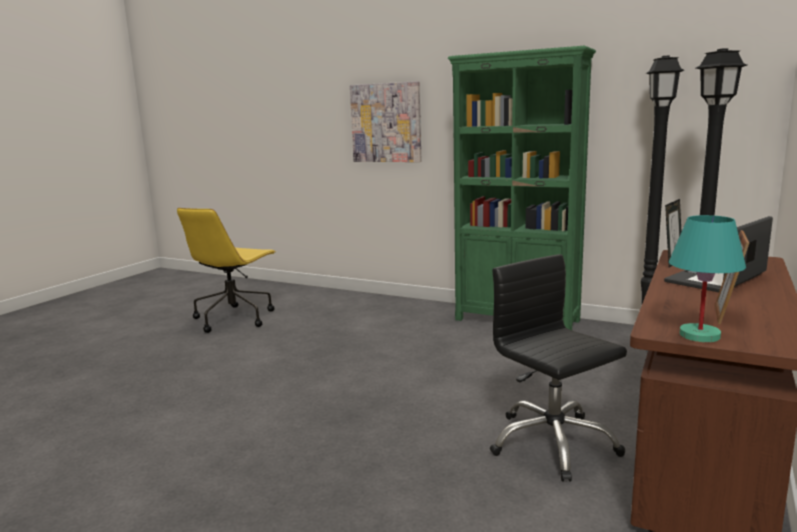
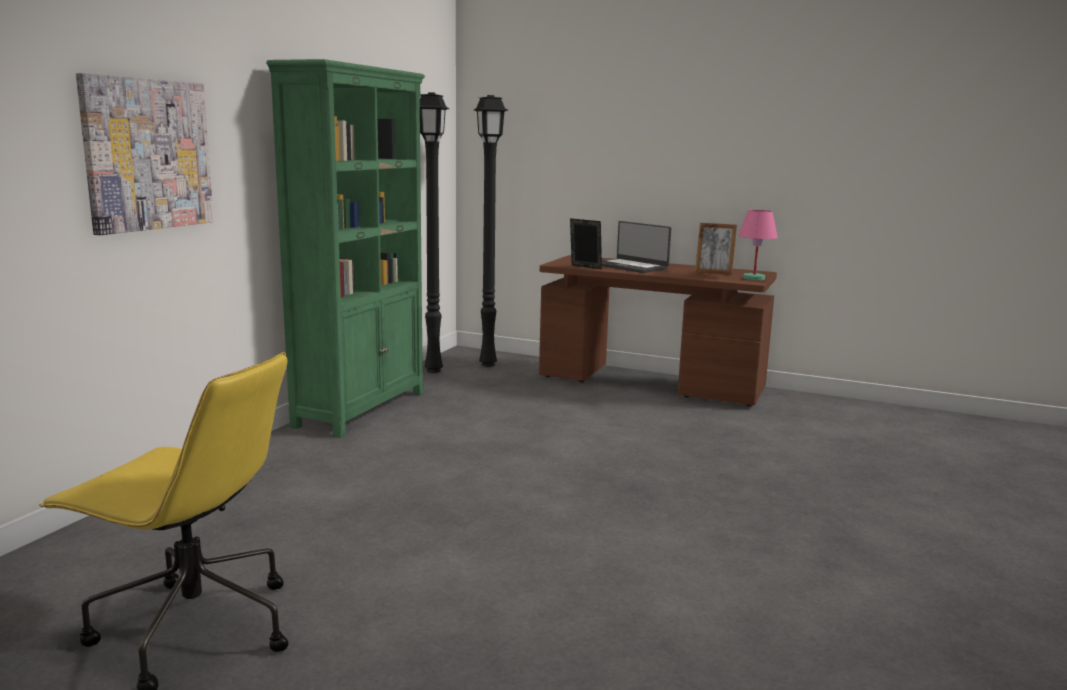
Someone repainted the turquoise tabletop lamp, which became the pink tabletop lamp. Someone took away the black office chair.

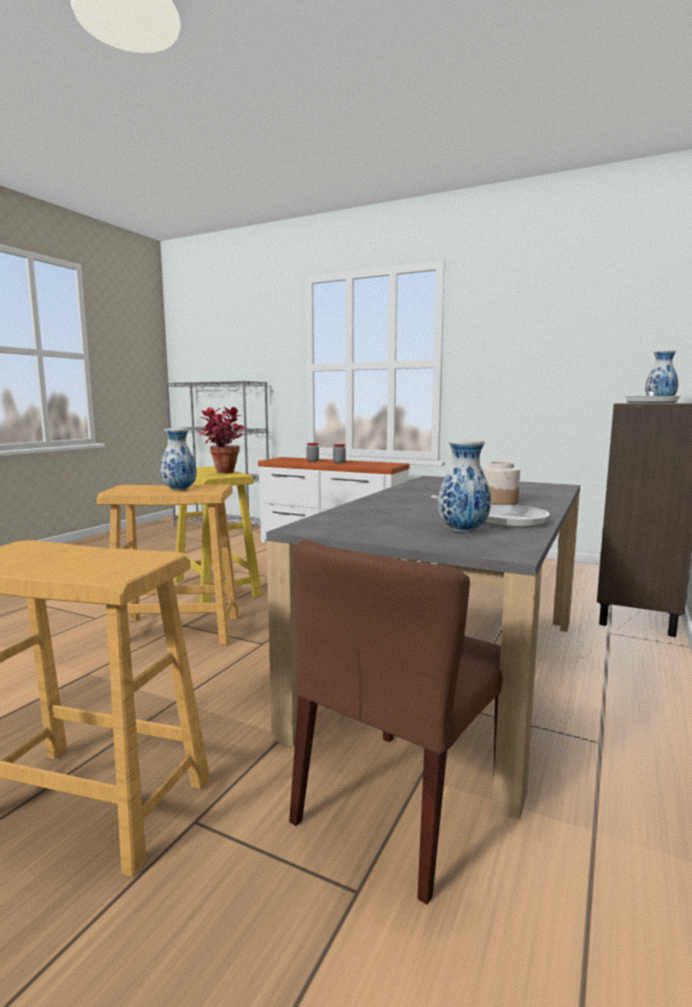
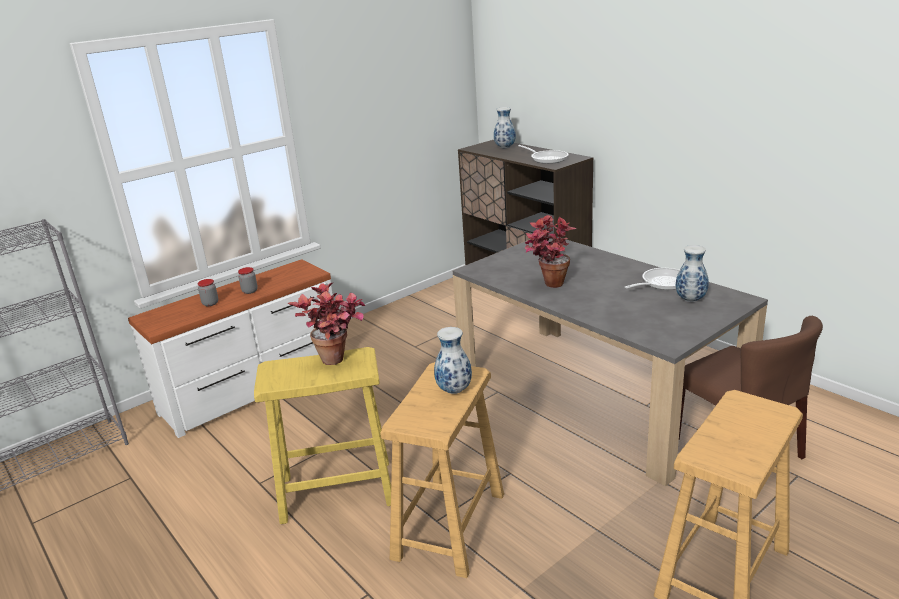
Someone put down the potted plant (no. 2 from left). Someone took away the preserve jar (no. 3 from left).

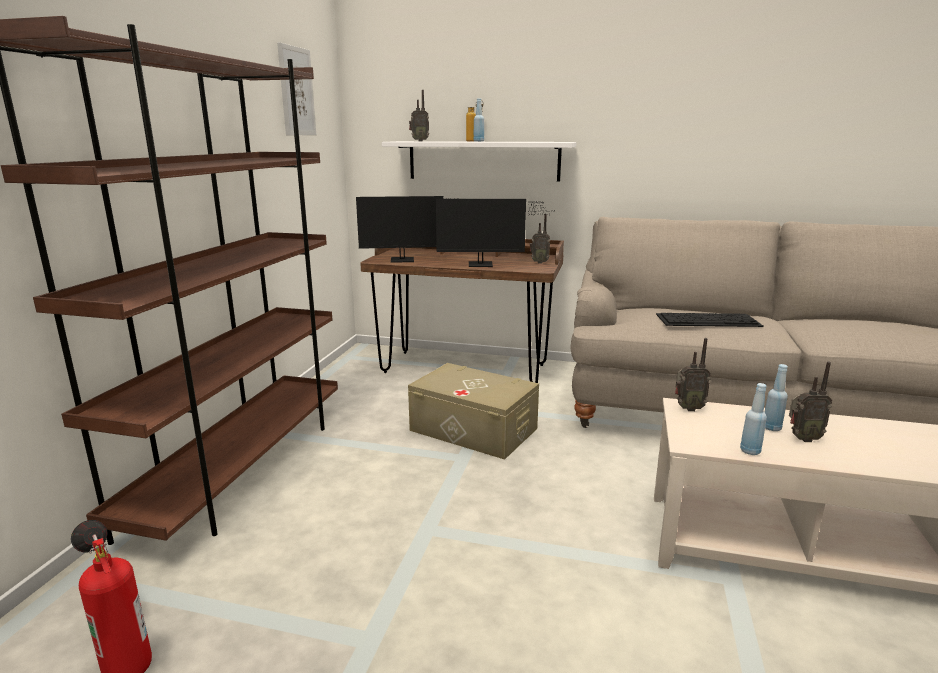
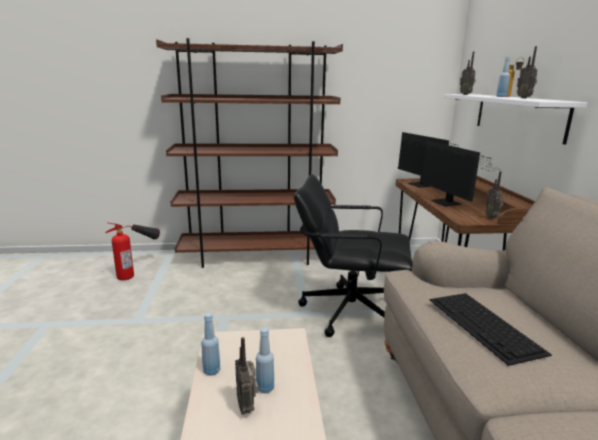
Someone swapped the sand-coloured storage box for the black office chair. Someone carried the radio set (no. 3 from left in the first image). Someone took away the wall picture.

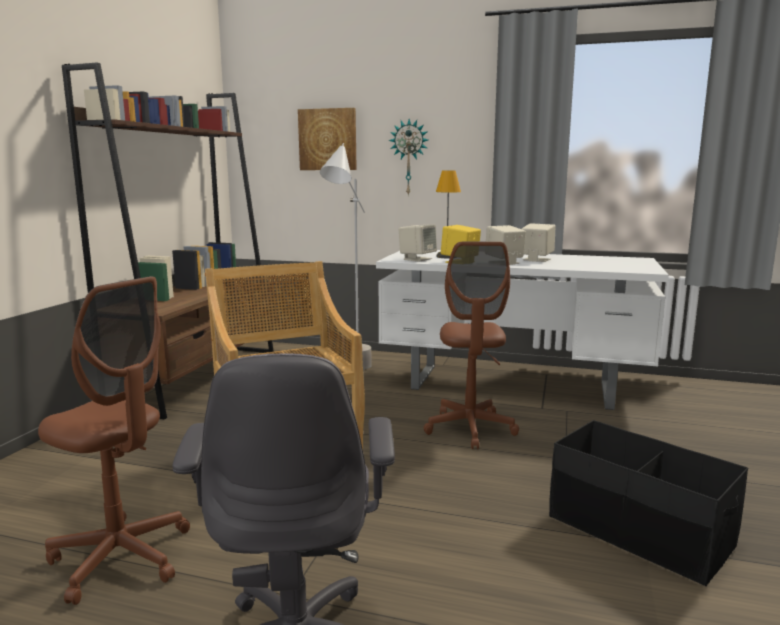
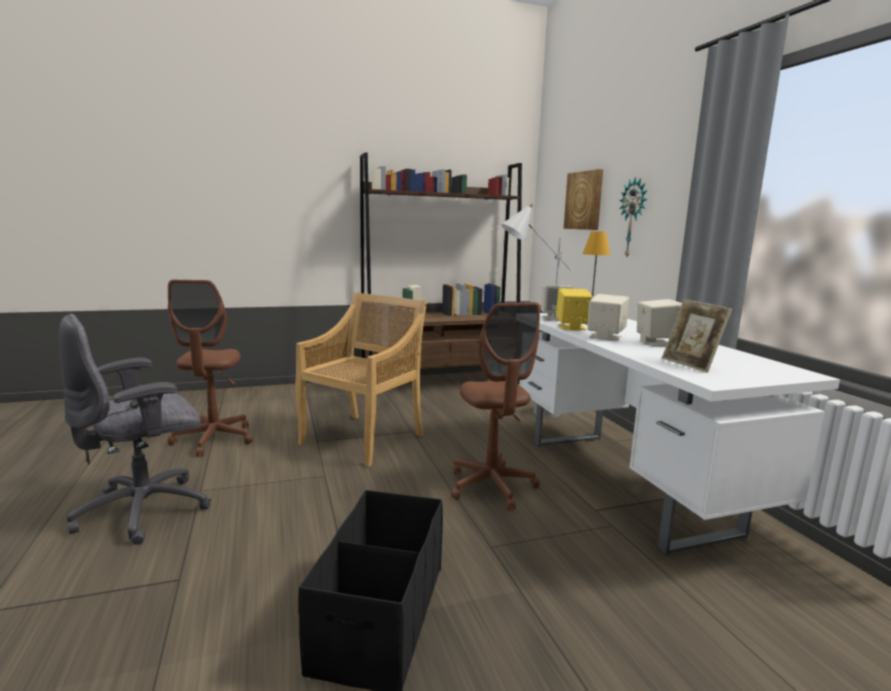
Someone rotated the brown-coloured office chair (no. 2 from left) by 75 degrees counterclockwise. Someone put down the photo frame.

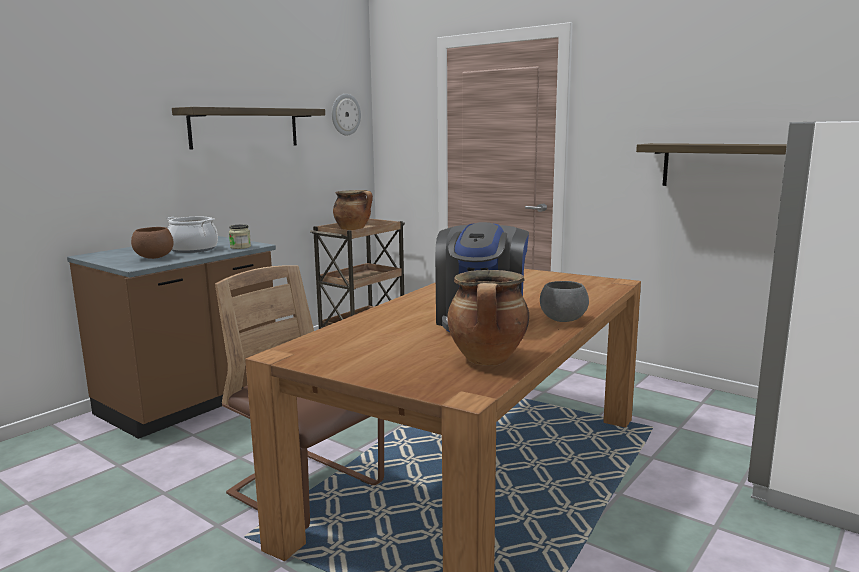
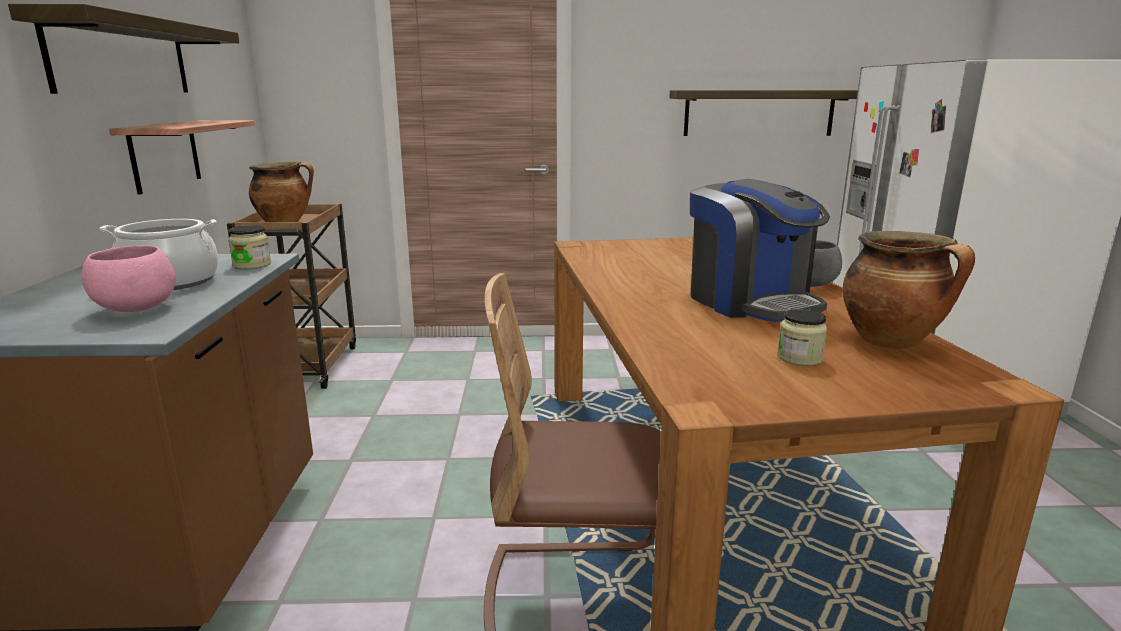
Someone repainted the brown-coloured bowl, which became the pink bowl. Someone put up the bracket shelf (no. 2 from left). Someone put down the preserve jar (no. 2 from left). Someone took away the wall clock.

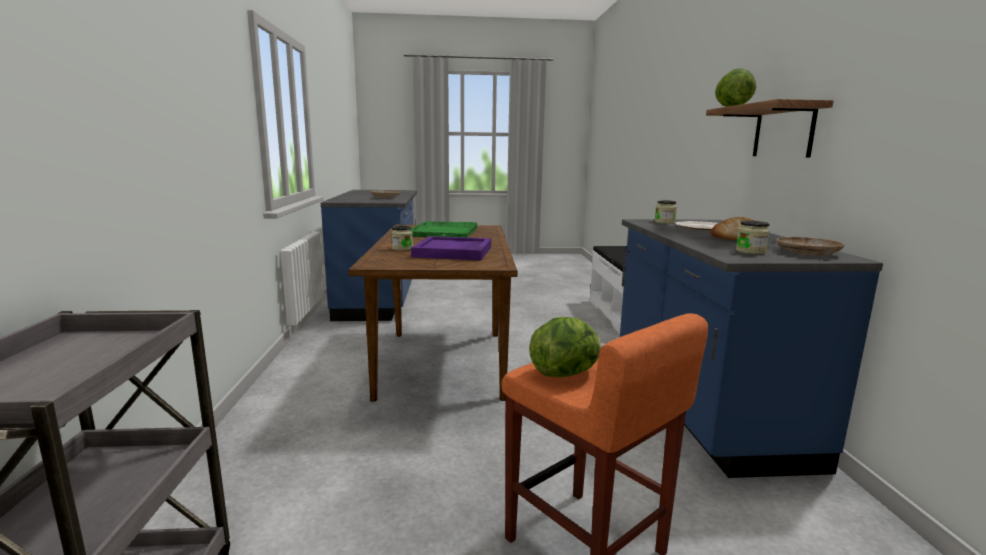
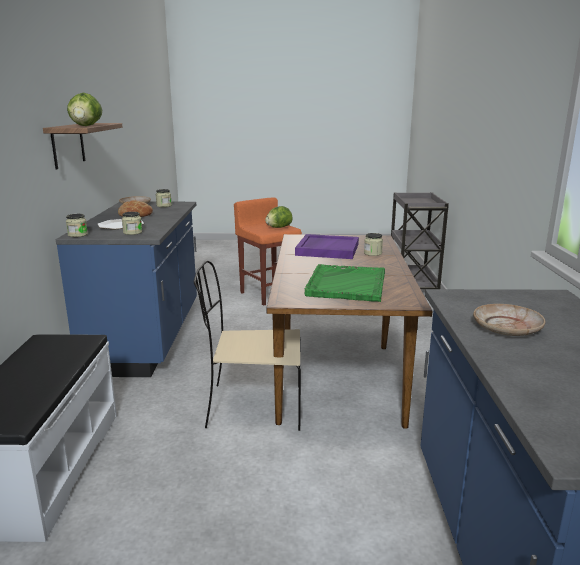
Someone put down the preserve jar (no. 1 from left). Someone put down the sand-coloured upright chair.

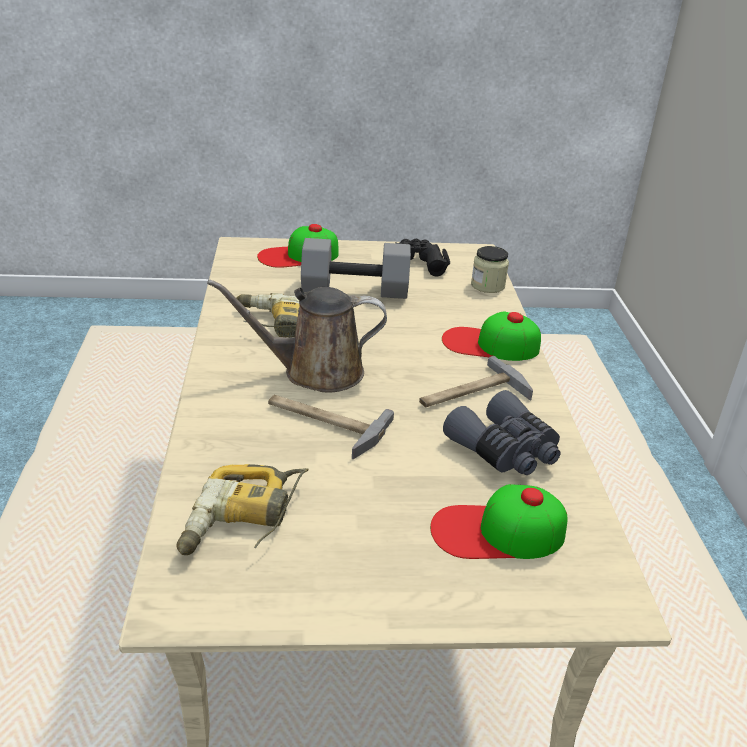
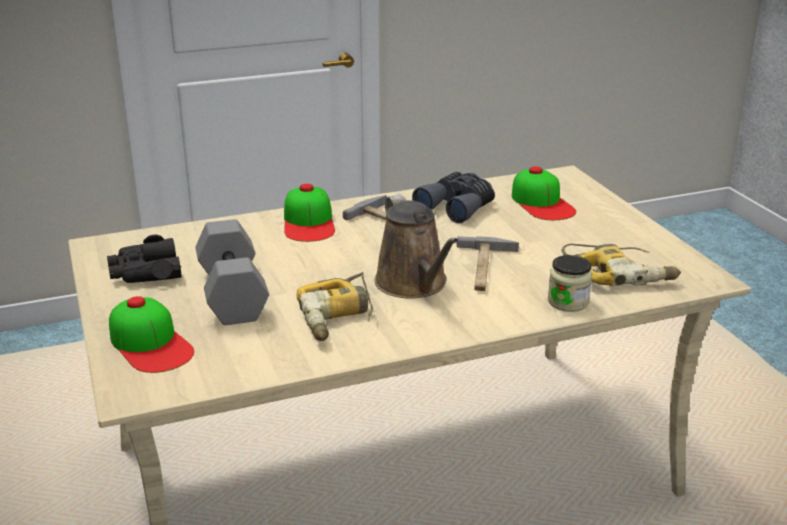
Someone carried the preserve jar.

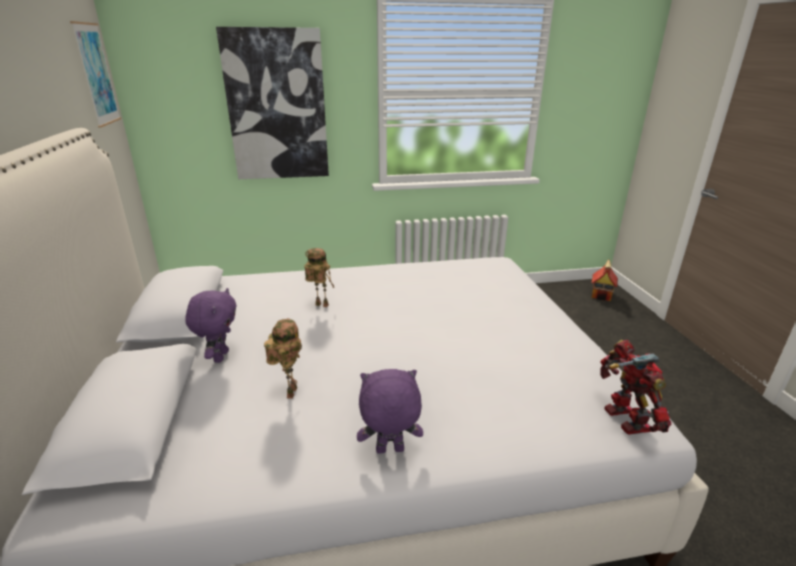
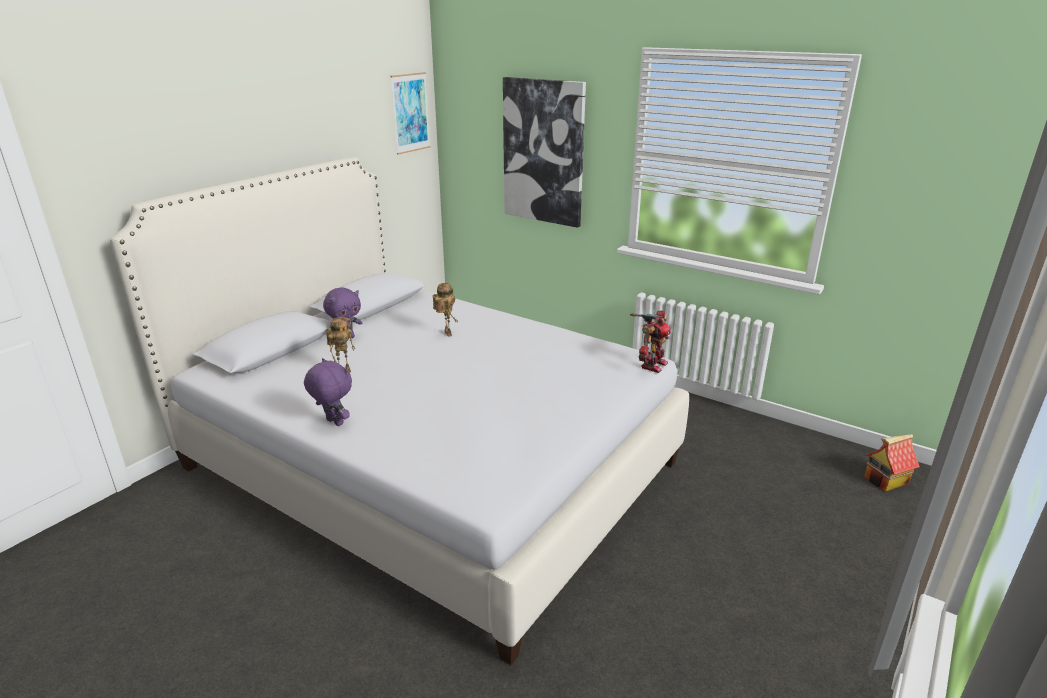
Someone carried the robot figure (no. 3 from left).

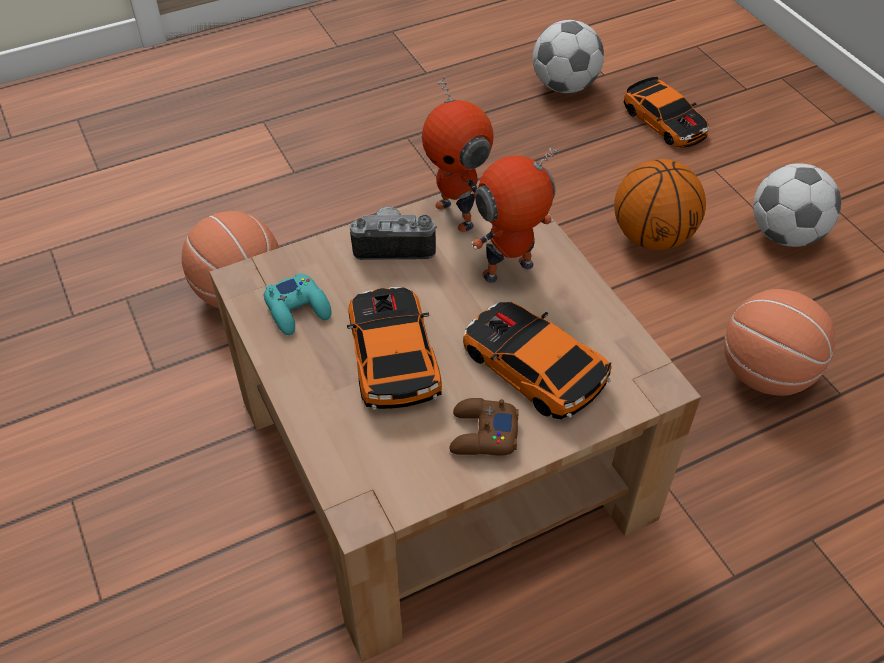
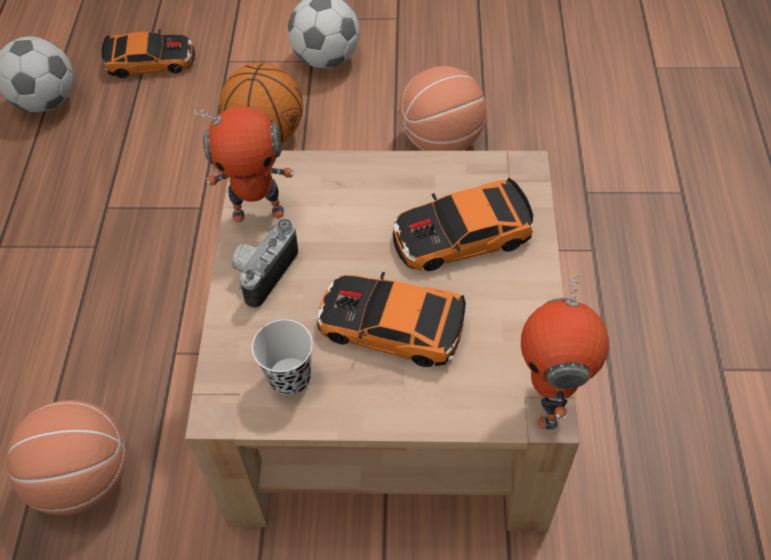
Someone swapped the turquoise gamepad for the black drinking cup. Someone carried the robot figure (no. 2 from left). Someone took away the brown-coloured gamepad.

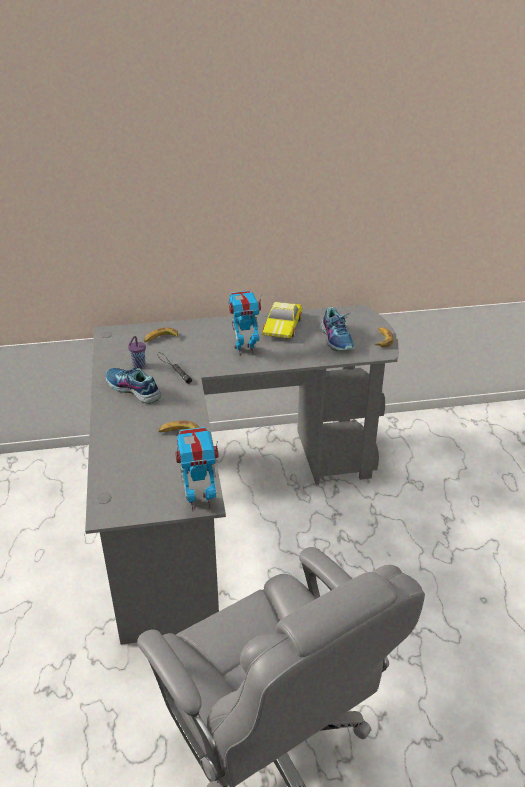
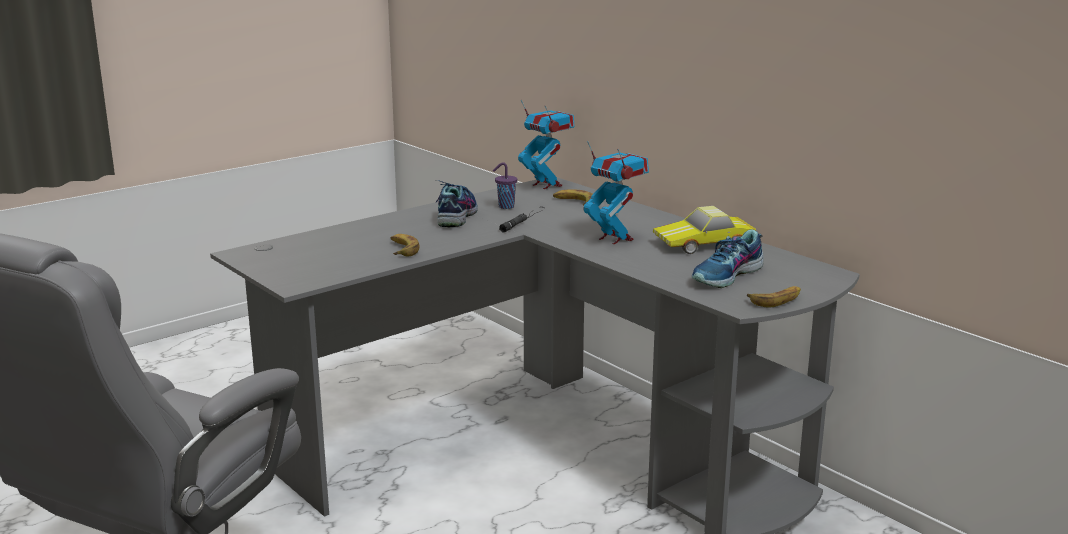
Someone carried the robot figure (no. 1 from left).

